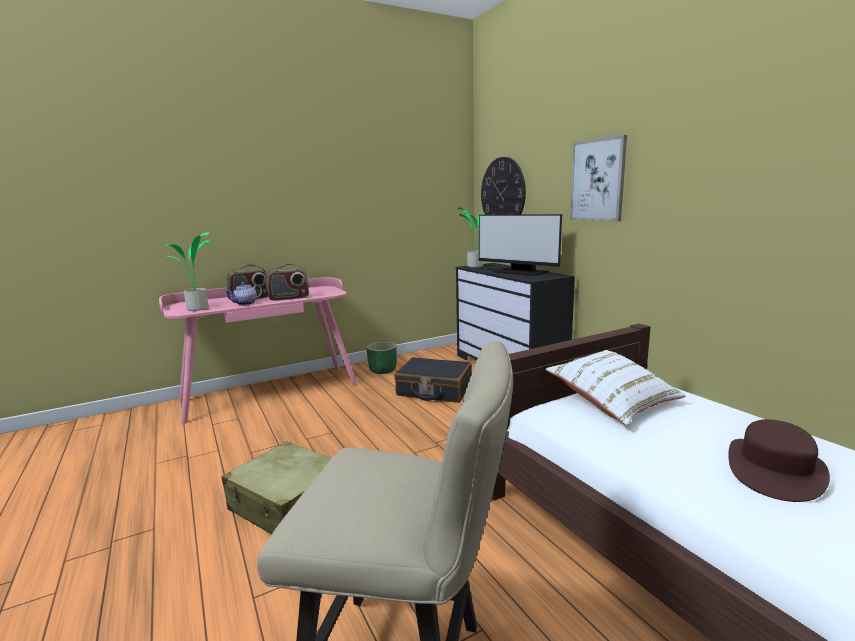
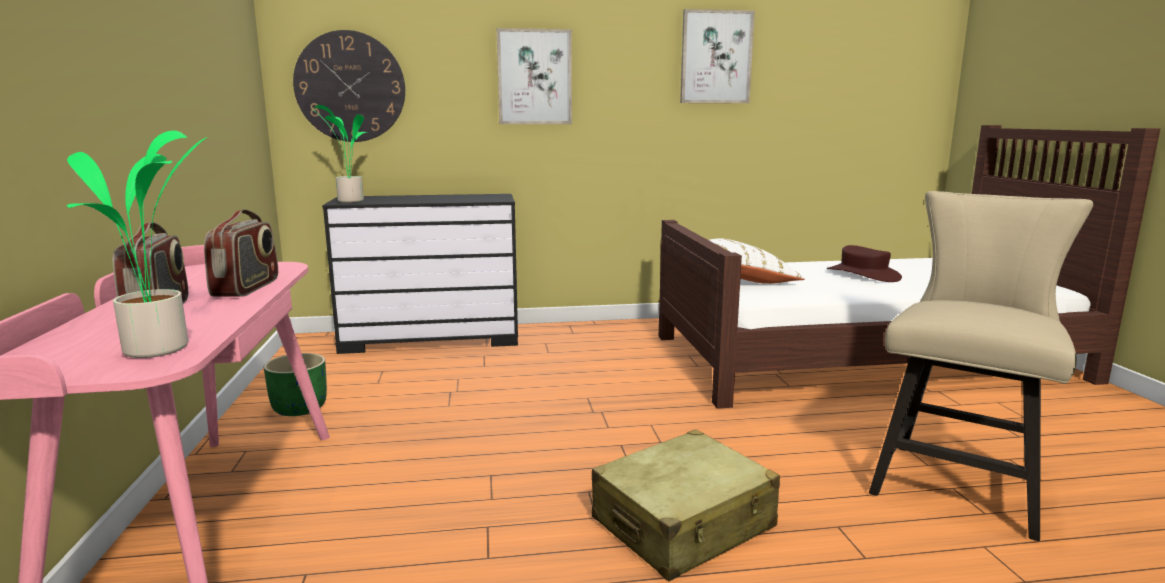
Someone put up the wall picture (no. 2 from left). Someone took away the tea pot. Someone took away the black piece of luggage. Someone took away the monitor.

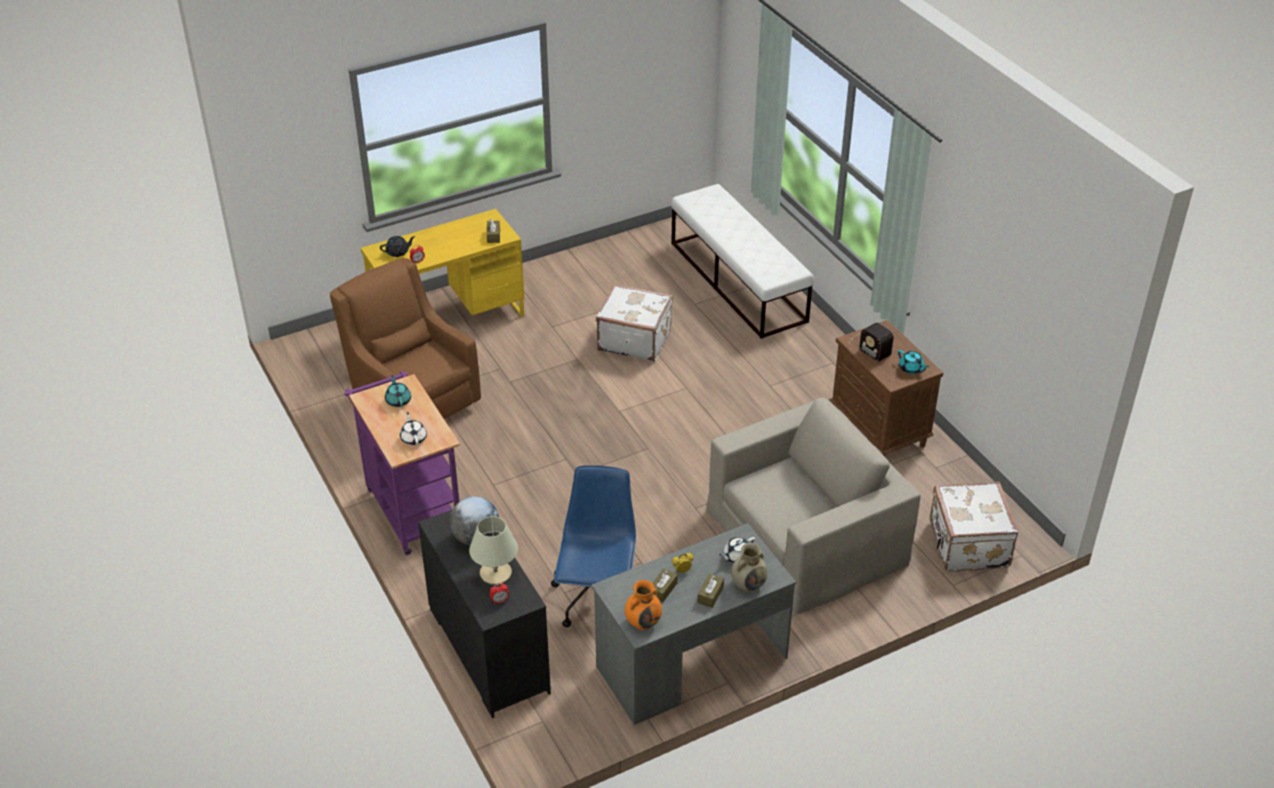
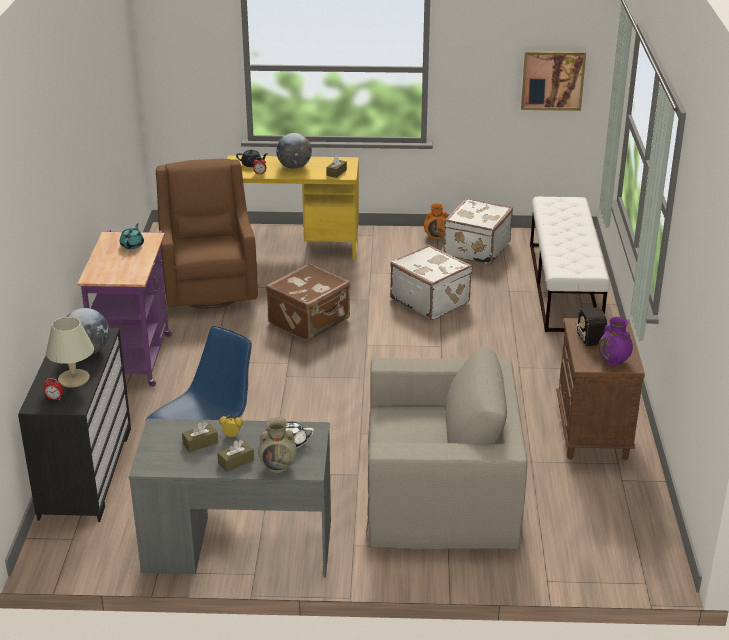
Someone put down the brown-coloured piece of luggage. Someone put down the world globe (no. 2 from left). Someone carried the orangey flower vase. Someone carried the white piece of luggage (no. 2 from left). Someone put up the wall picture. Someone swapped the turquoise tea pot (no. 2 from left) for the purplish flower vase. Someone took away the white tea pot (no. 1 from left).

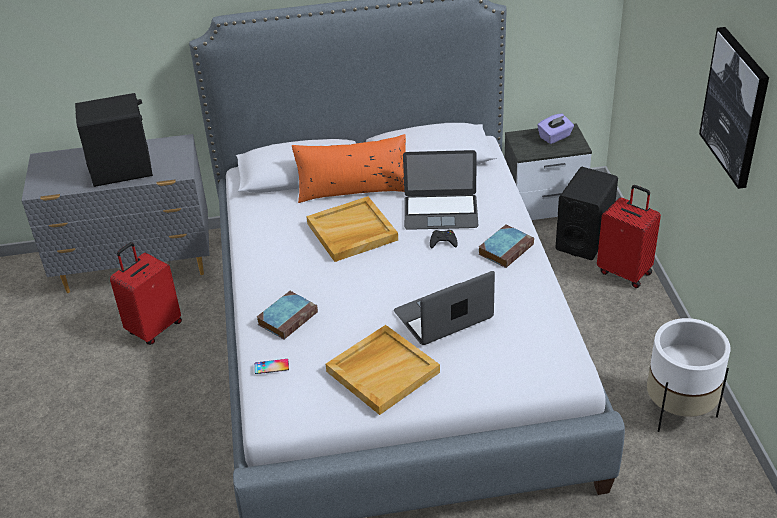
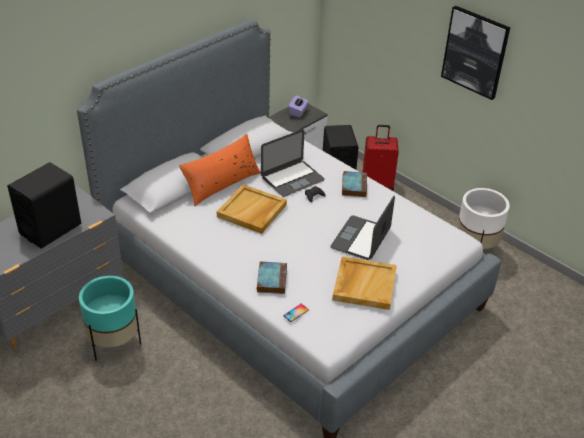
Someone swapped the red-coloured piece of luggage (no. 1 from left) for the turquoise planter.

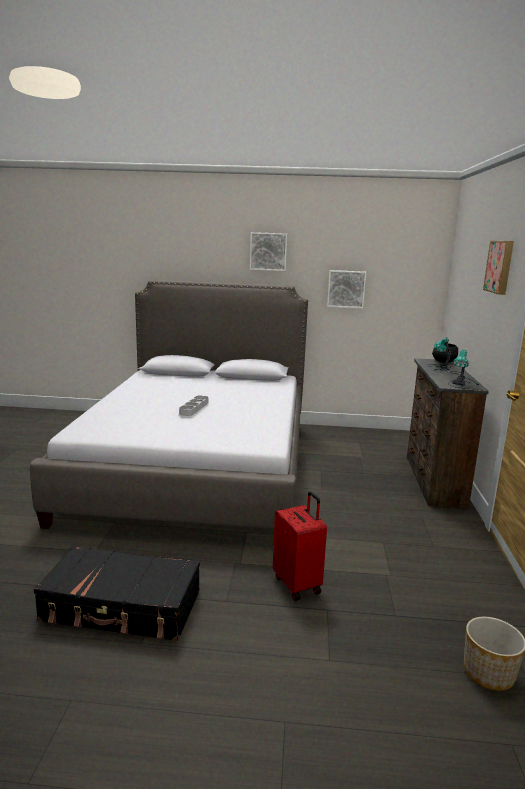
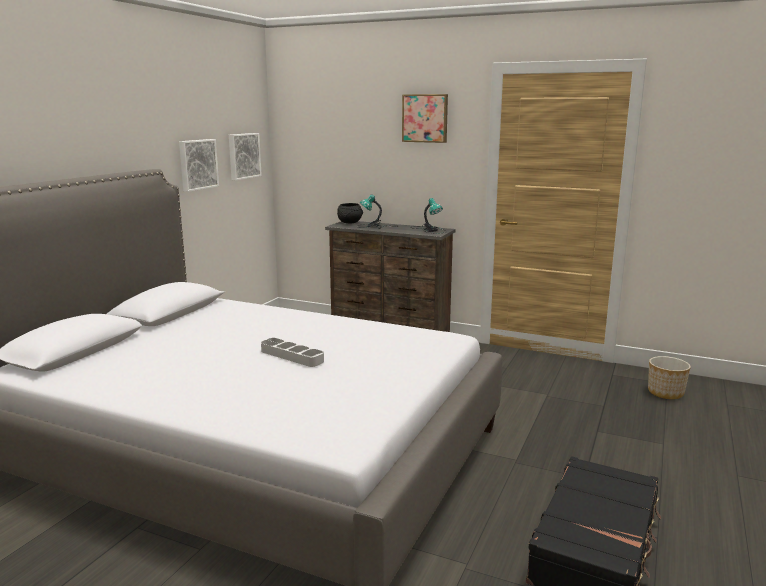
Someone carried the wall picture (no. 1 from left in the first image). Someone took away the red-coloured piece of luggage.

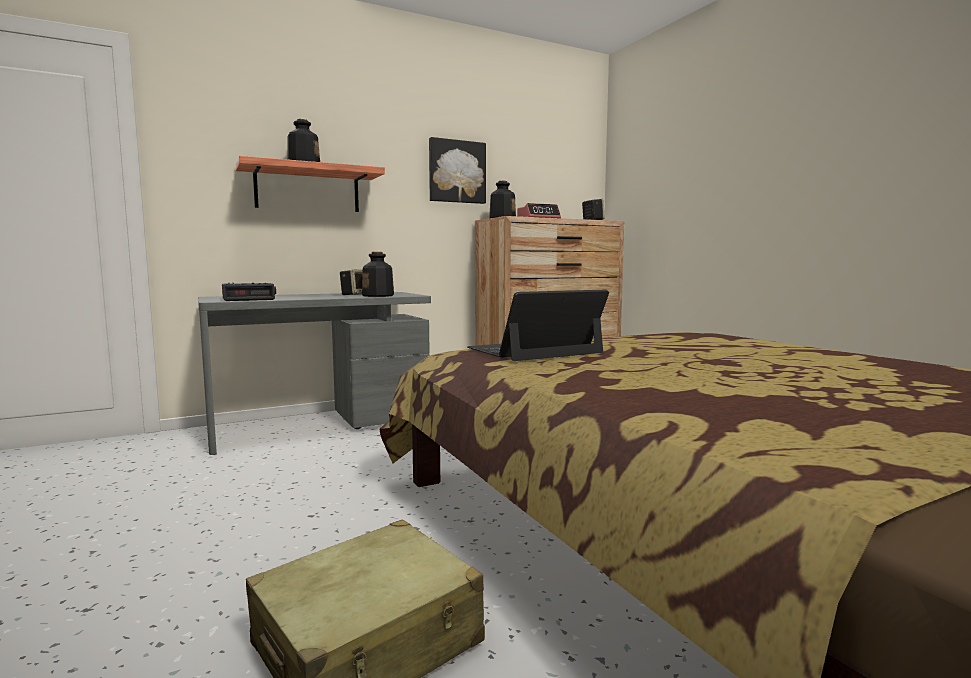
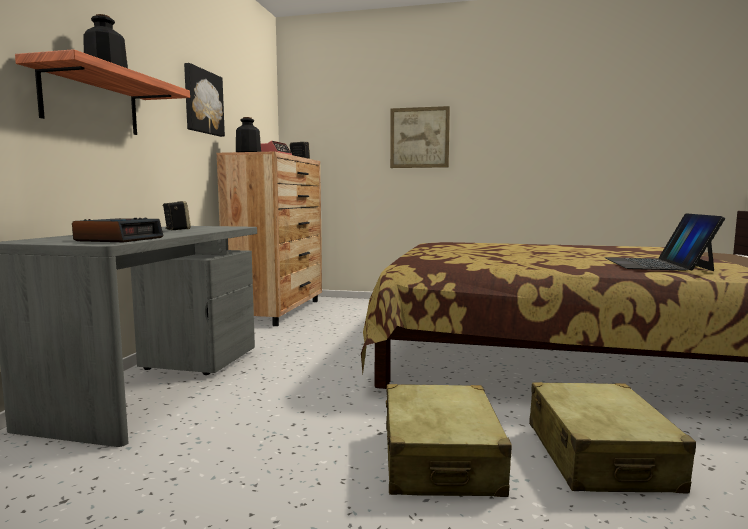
Someone put down the sand-coloured piece of luggage (no. 1 from left). Someone put up the wall picture (no. 2 from left). Someone carried the laptop. Someone took away the beverage bottle (no. 2 from left).

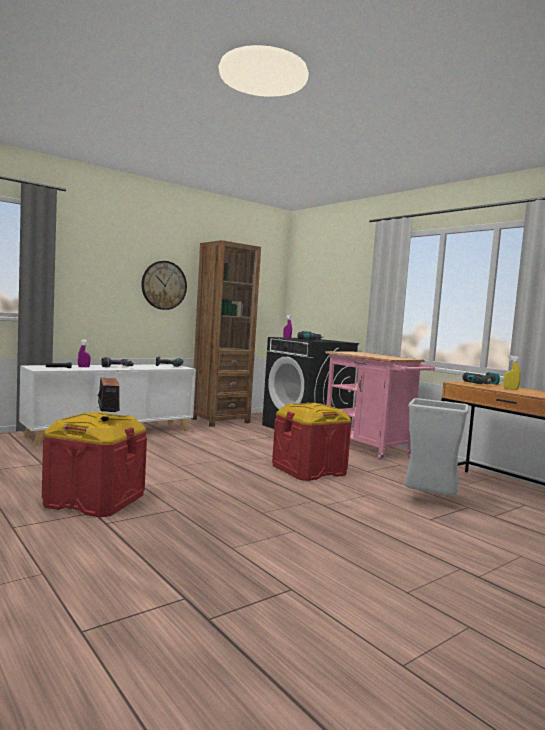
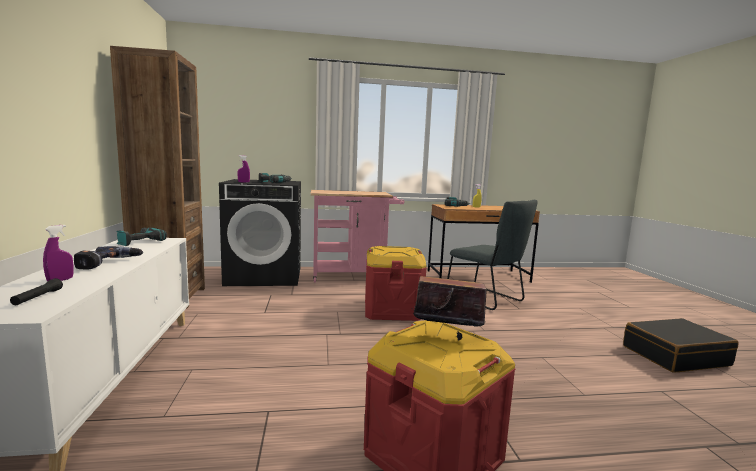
Someone swapped the grey waste bin for the grey upright chair. Someone put down the black piece of luggage. Someone took away the wall clock.

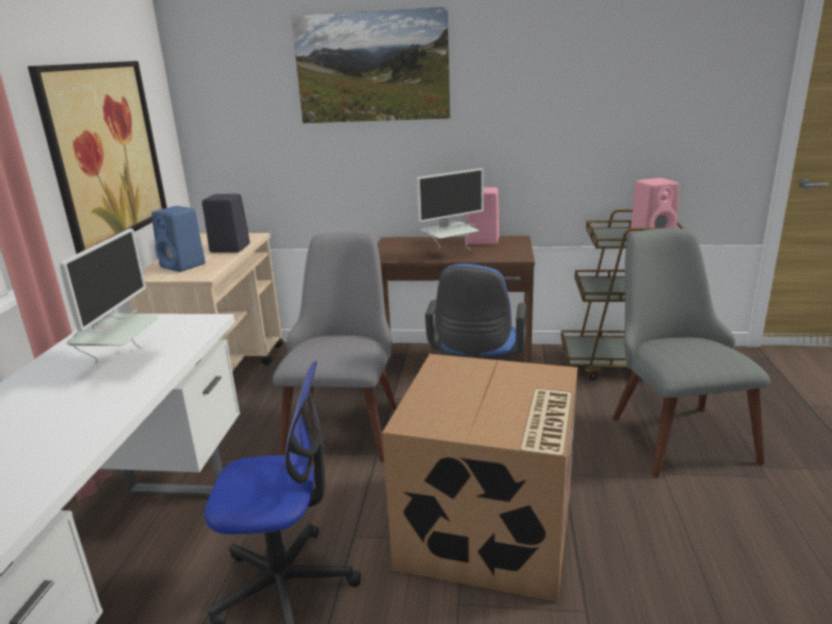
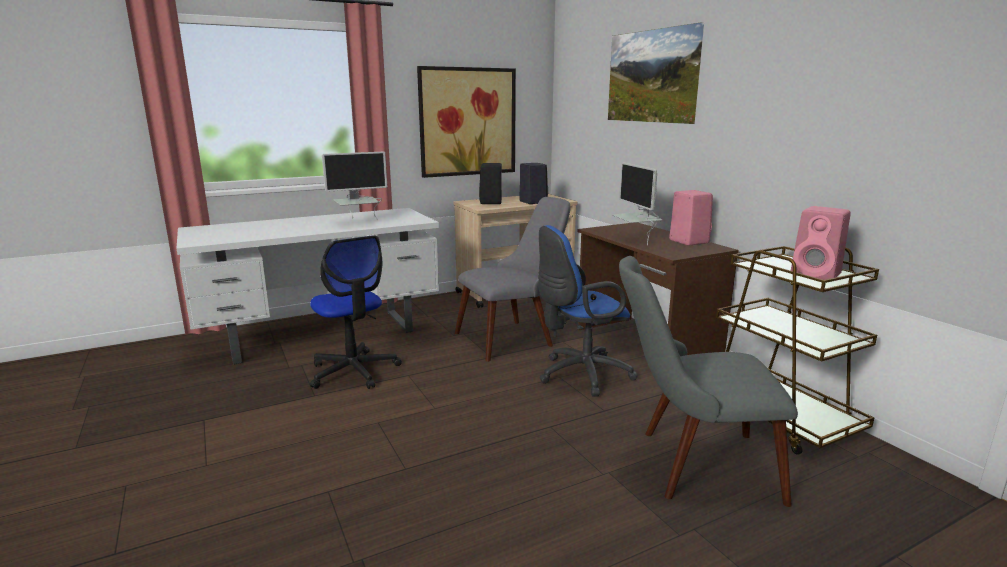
Someone repainted the blue audio speaker, which became the black audio speaker (no. 1 from left). Someone rotated the monitor (no. 2 from left) by 45 degrees clockwise. Someone rotated the grey upright chair (no. 2 from left) by 135 degrees counterclockwise. Someone took away the cardboard box.

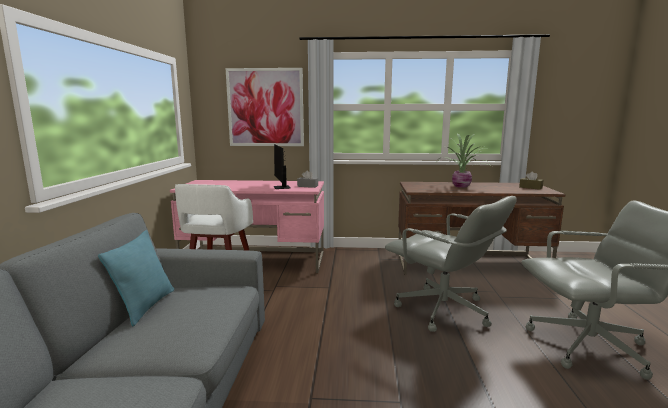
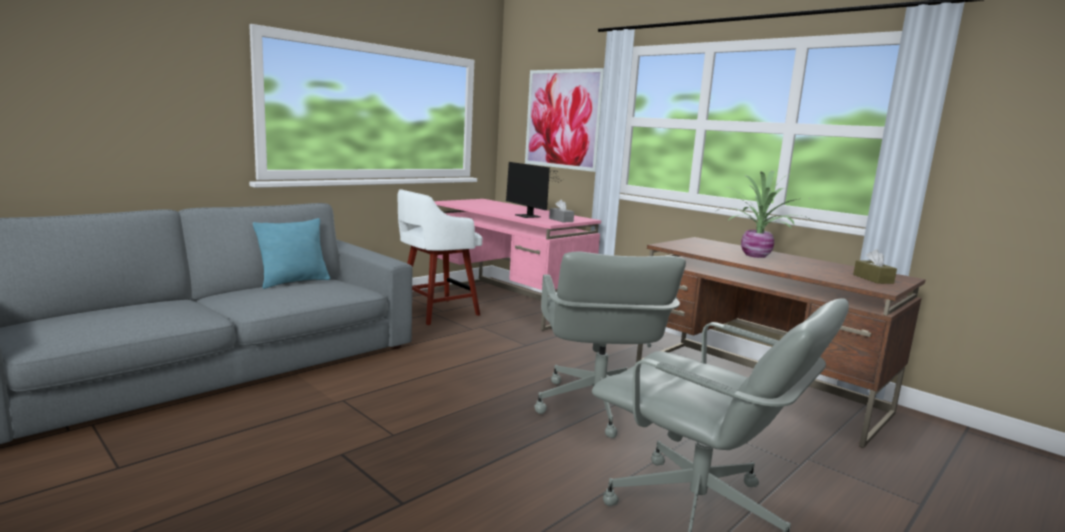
Someone rotated the monitor by 60 degrees counterclockwise.

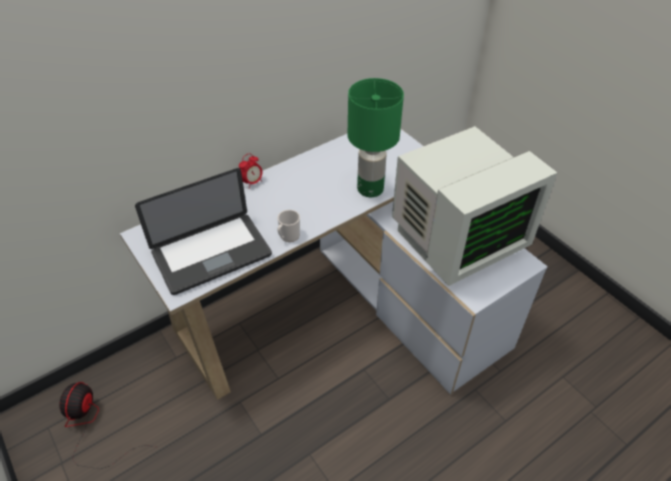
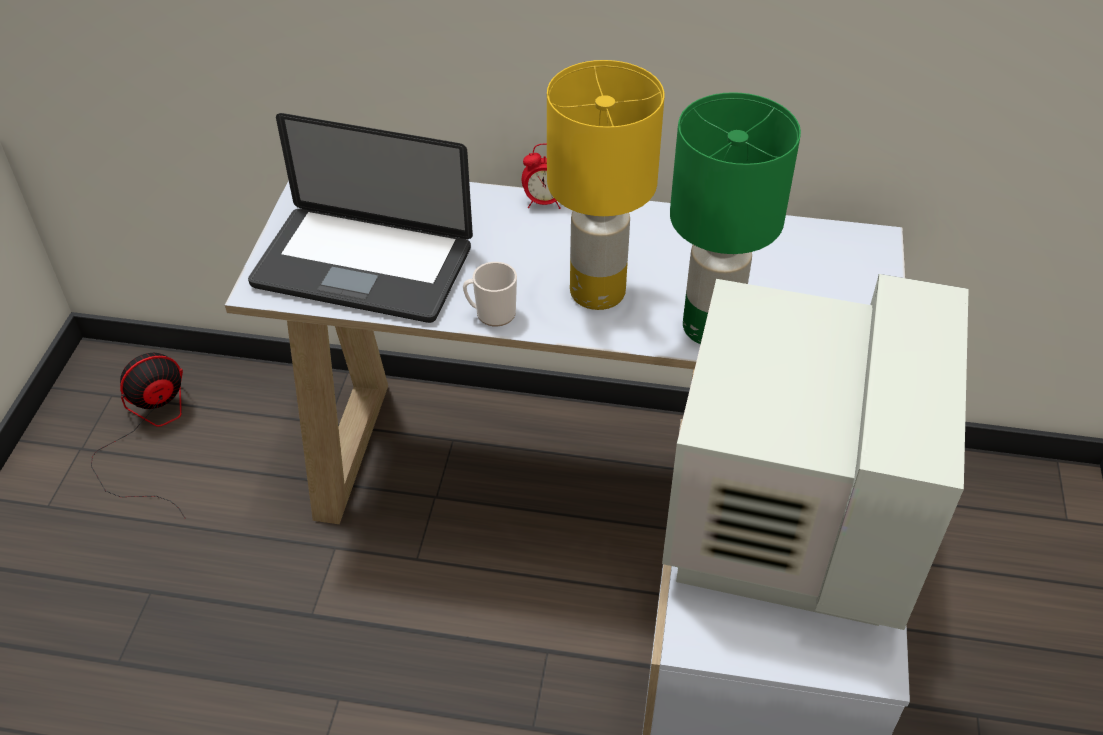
Someone put down the yellow tabletop lamp. Someone rotated the monitor by 90 degrees counterclockwise.

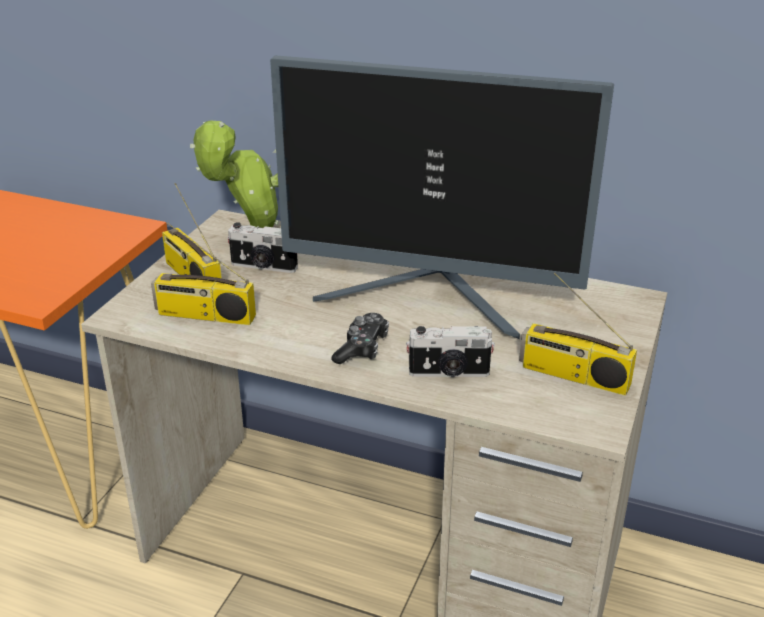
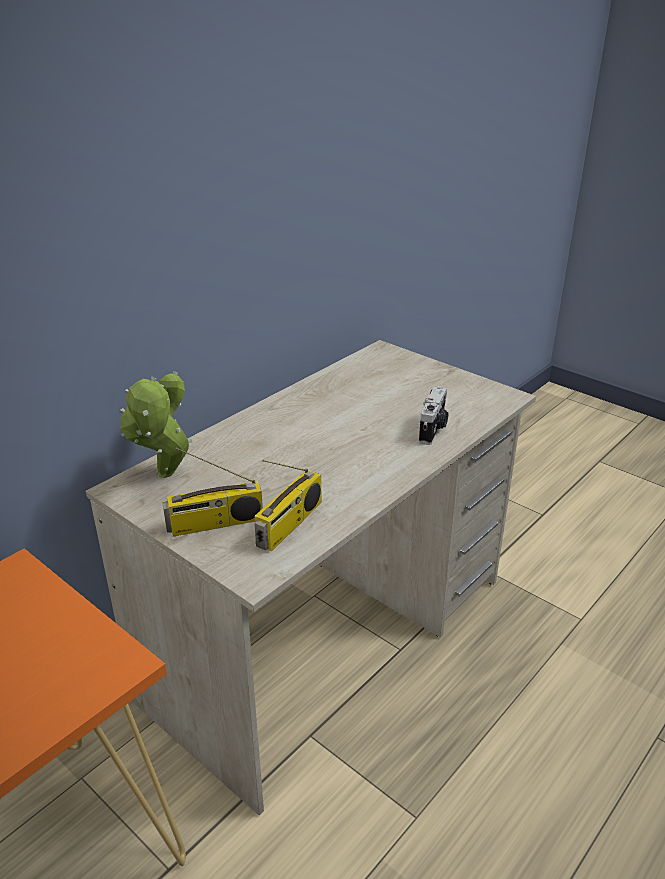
Someone took away the still camera (no. 1 from left). Someone took away the monitor. Someone took away the gamepad. Someone took away the radio set (no. 3 from left).

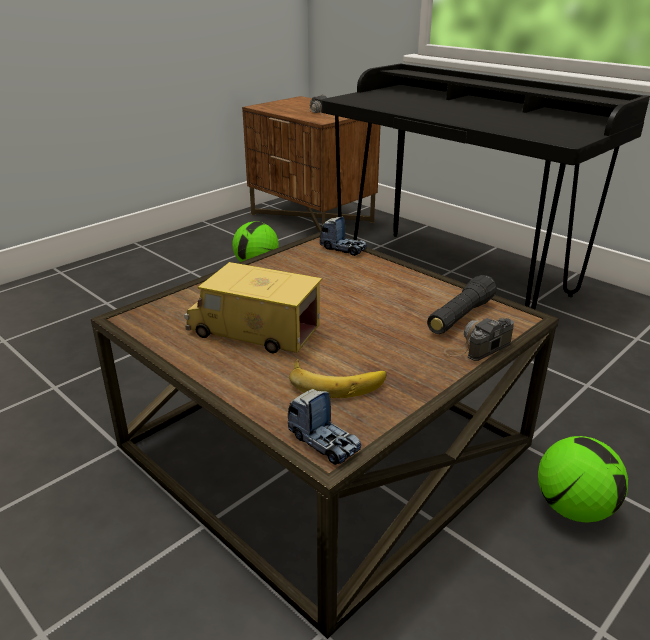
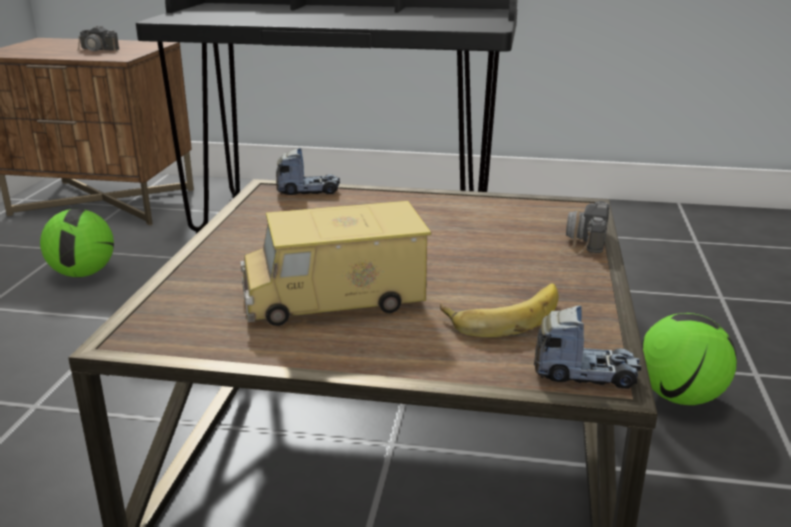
Someone took away the black flashlight.

